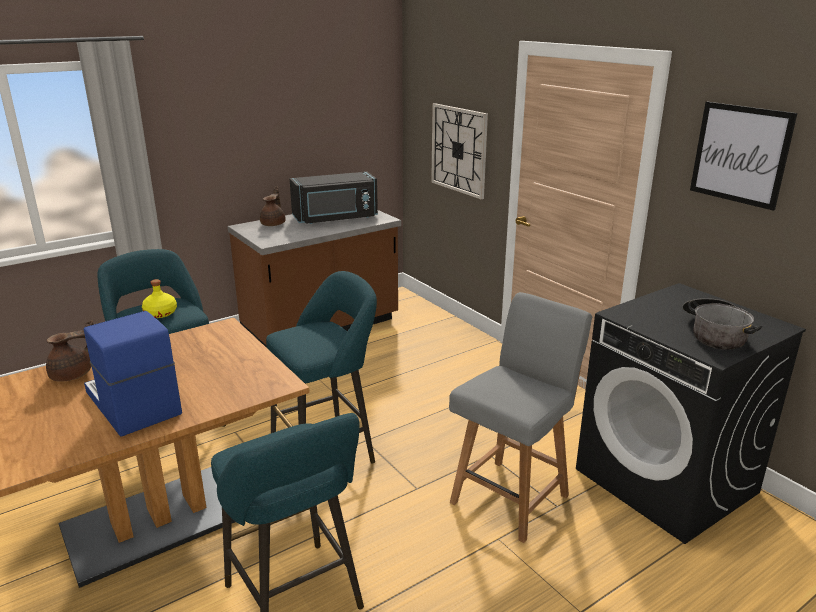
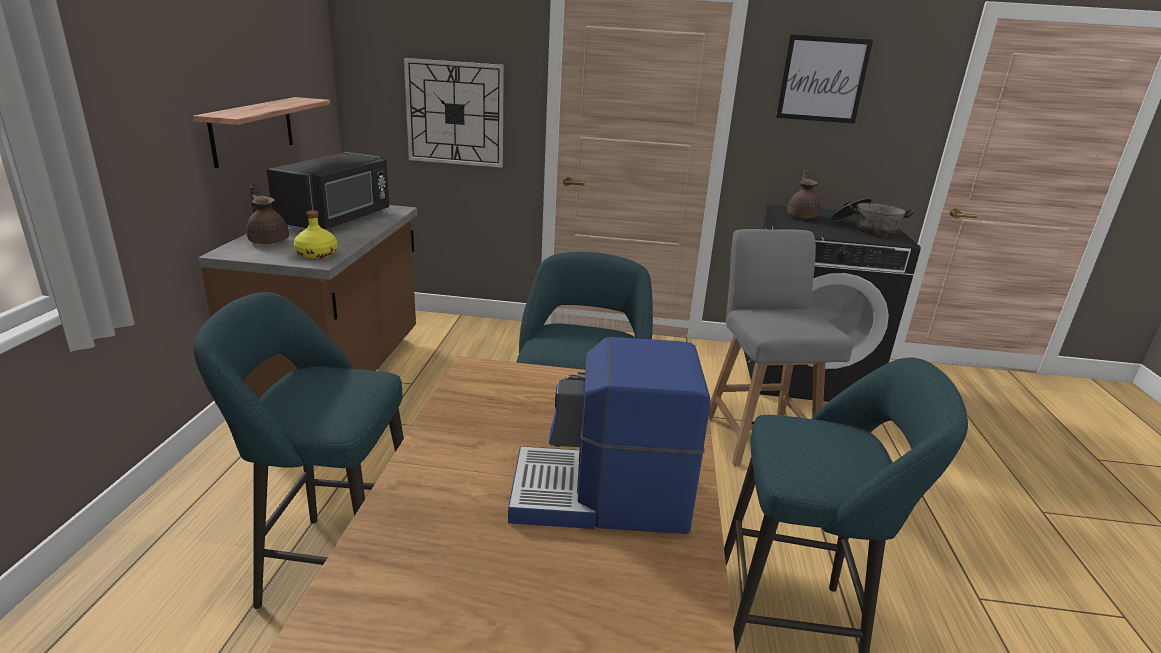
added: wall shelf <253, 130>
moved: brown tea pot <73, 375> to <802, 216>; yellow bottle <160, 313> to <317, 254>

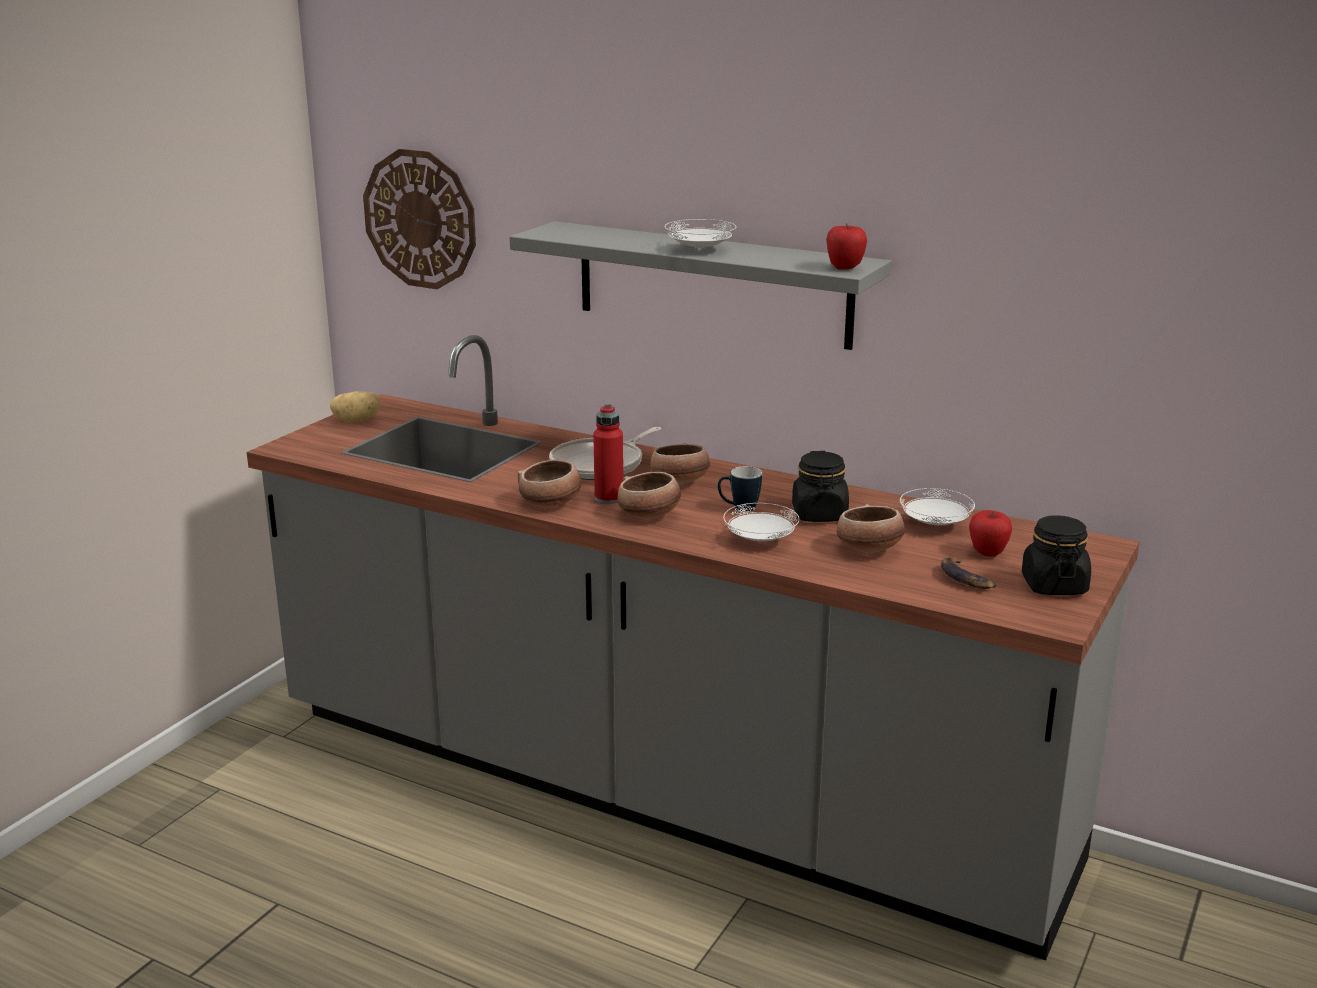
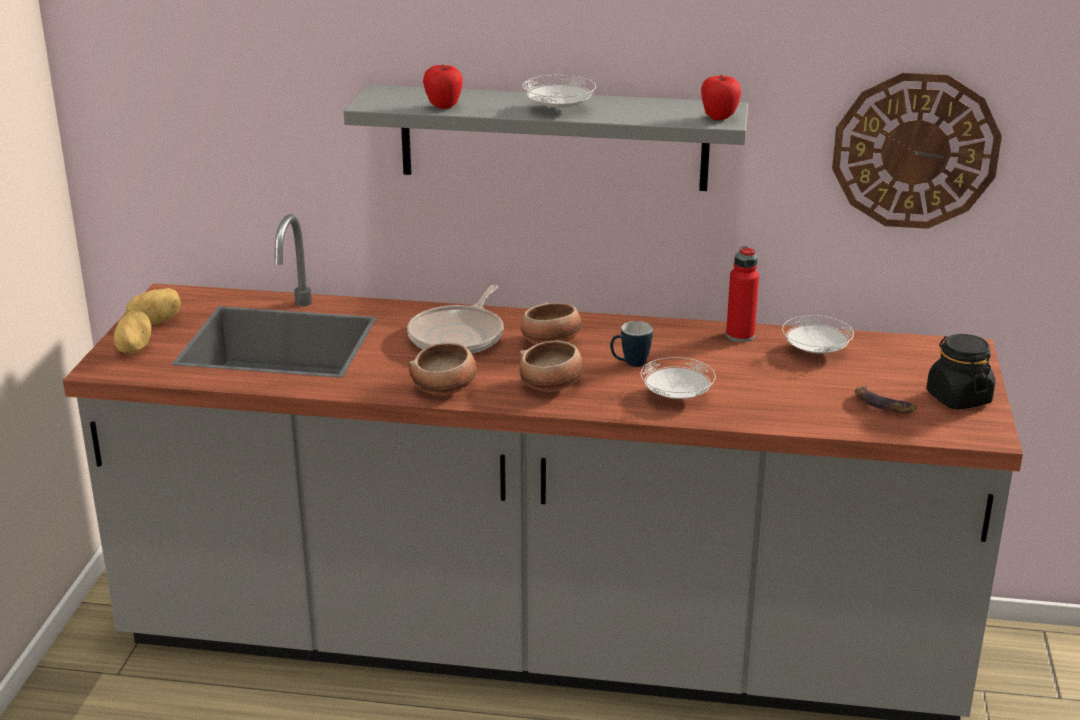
removed: black-coloured storage jar <819, 514>; bowl <869, 549>
added: spud <132, 348>
moved: hanging clock <420, 219> to <915, 151>; red-coloured bottle <609, 498> to <740, 336>; whole apple <987, 553> to <443, 107>

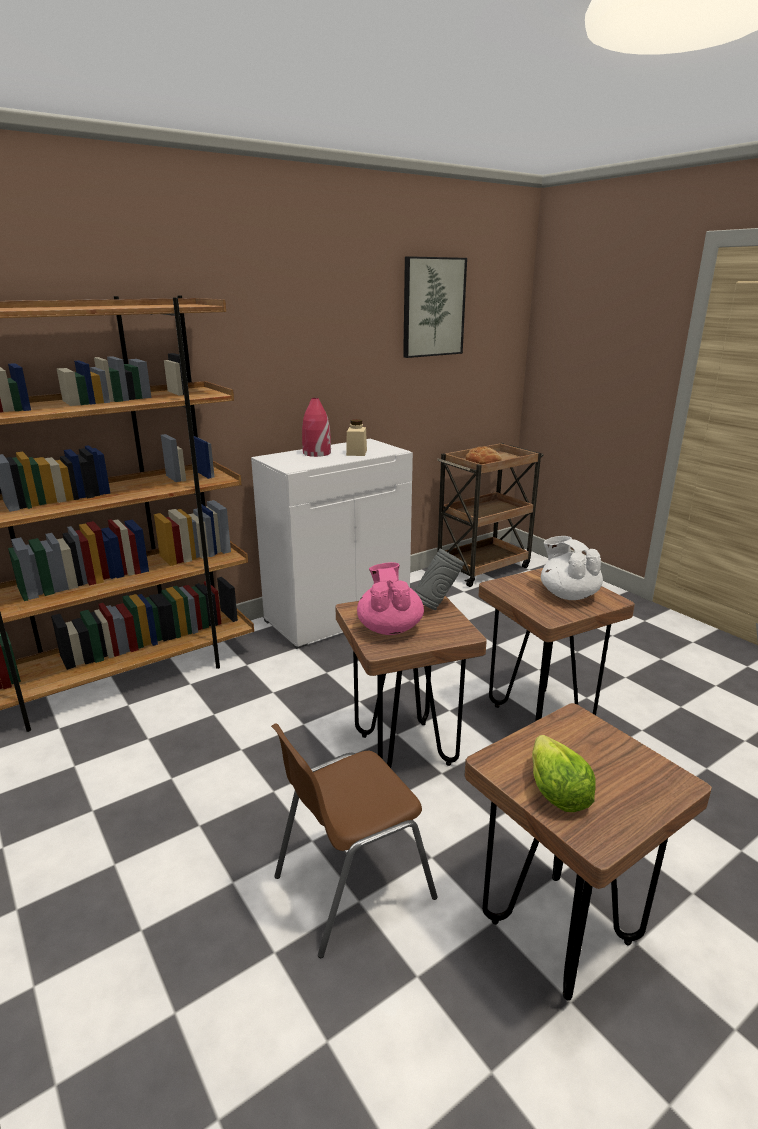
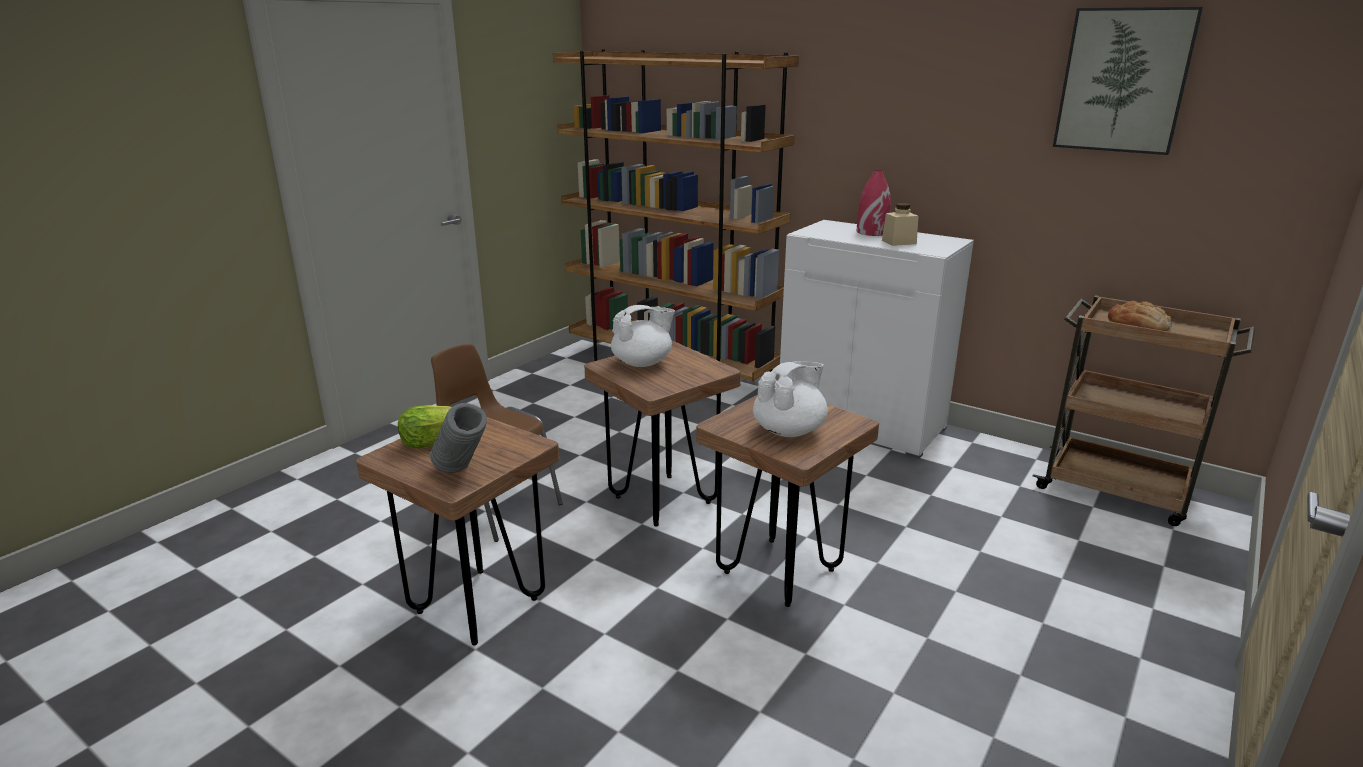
moved: grey decorative vase <436, 606> to <462, 473>
recoloured: pinkish tea pot <389, 628> to white tea pot <643, 363>

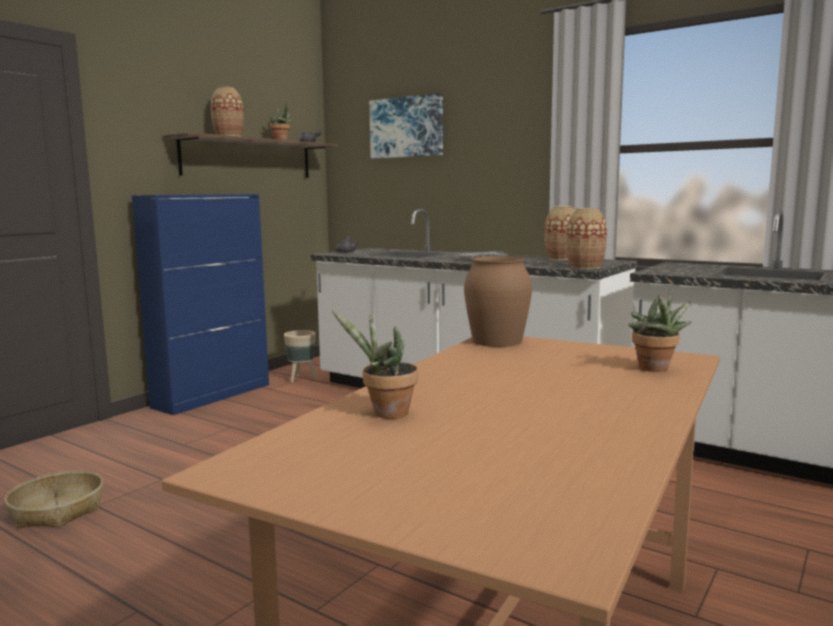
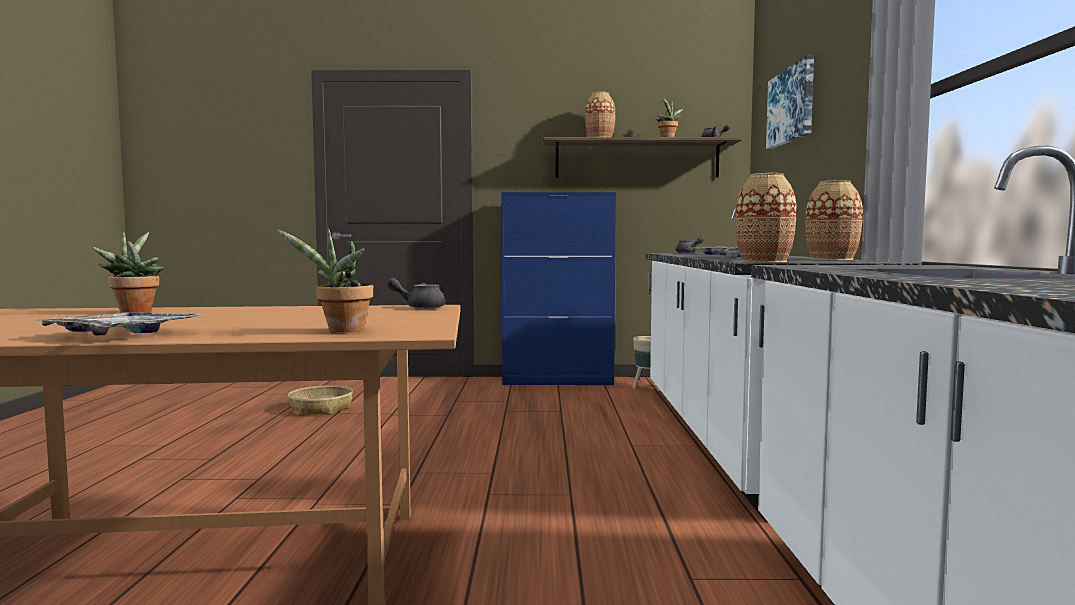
added: tray <123, 334>
replaced: brown decorative vase <497, 341> to grey tea pot <419, 307>

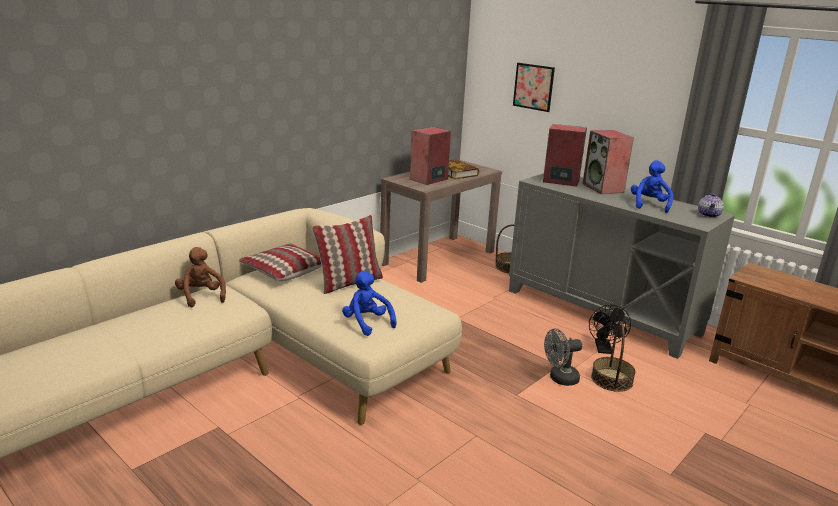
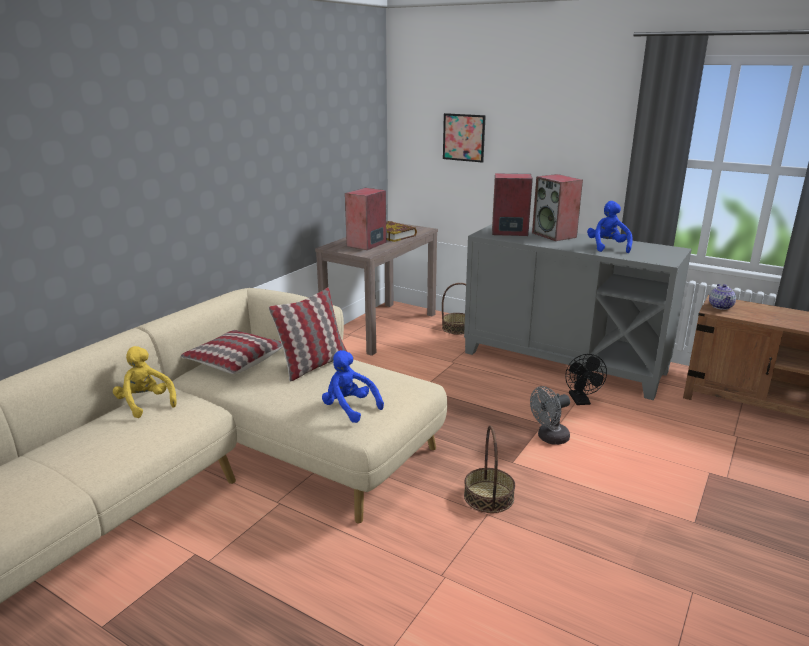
moved: basket <612, 380> to <489, 497>; tea pot <709, 215> to <720, 306>
recoloured: brown soft toy <201, 296> to yellow soft toy <146, 403>

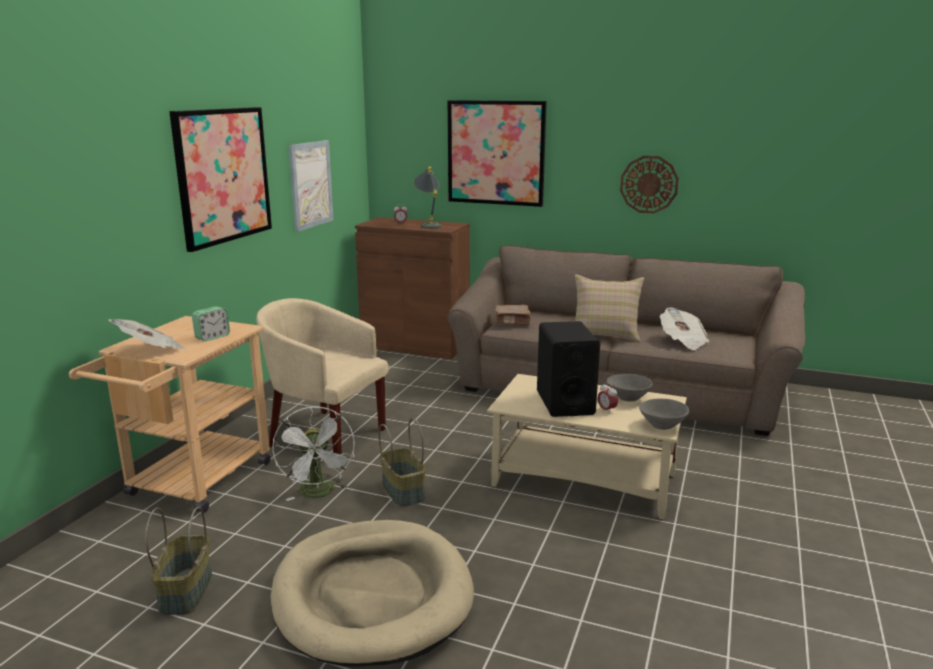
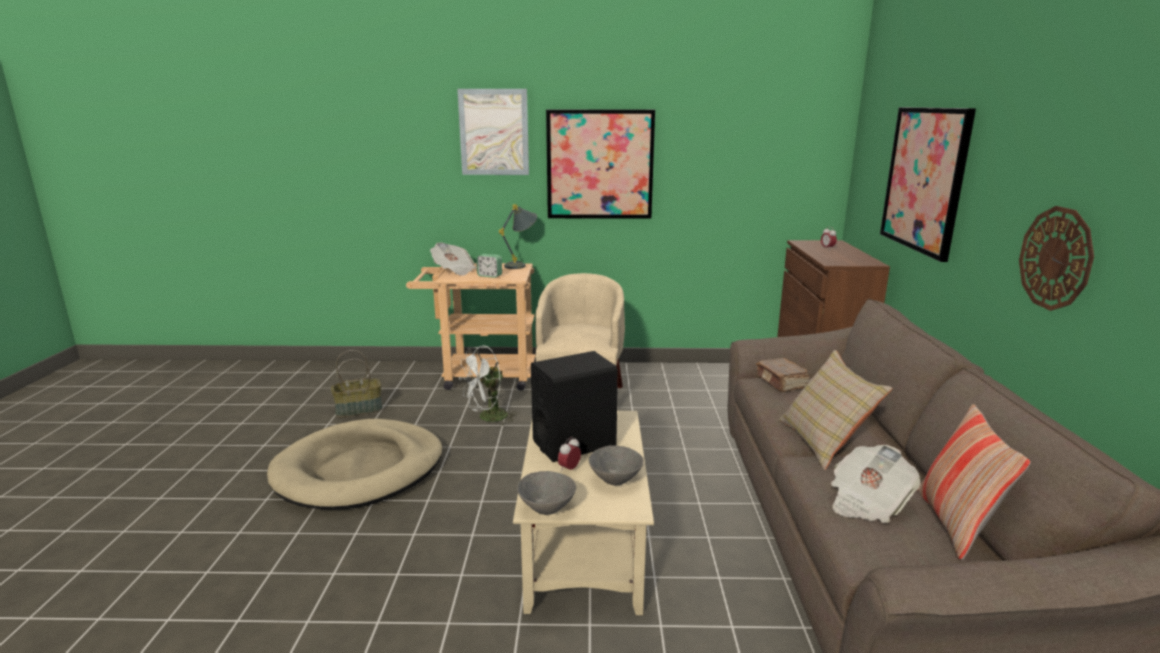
removed: basket <404, 491>
added: cushion <955, 524>
moved: picture <311, 184> to <494, 132>; grey lamp for a table <429, 225> to <521, 265>

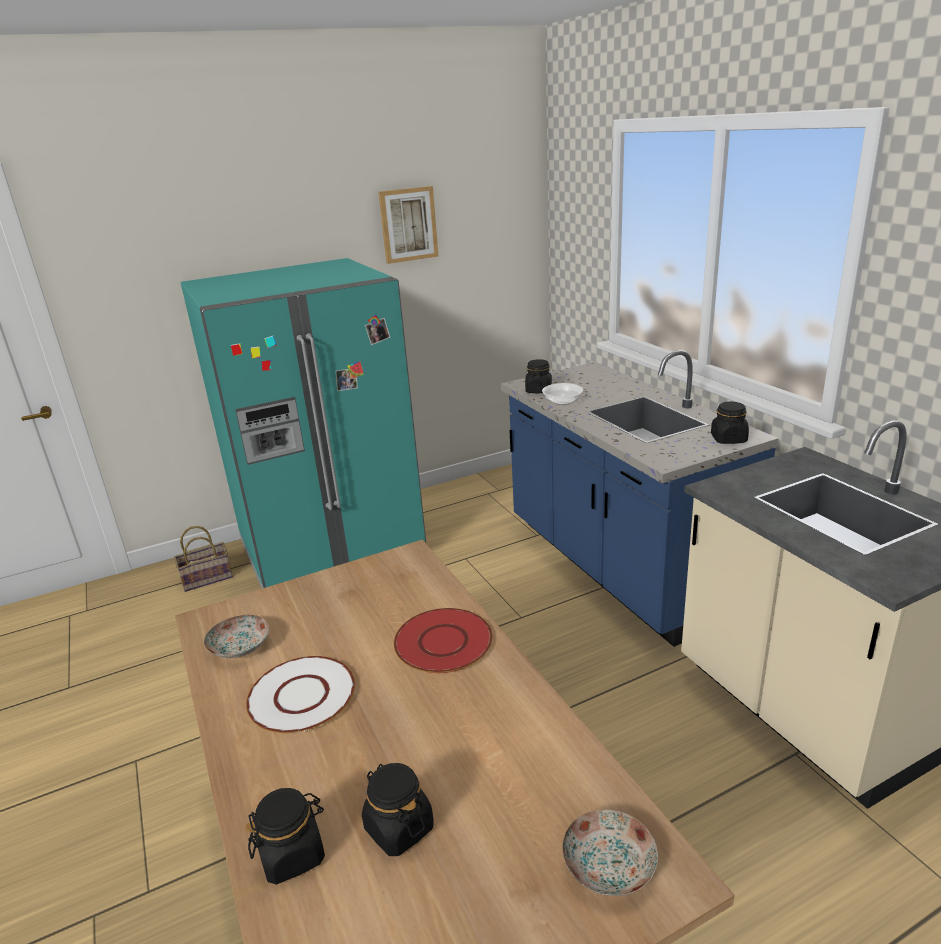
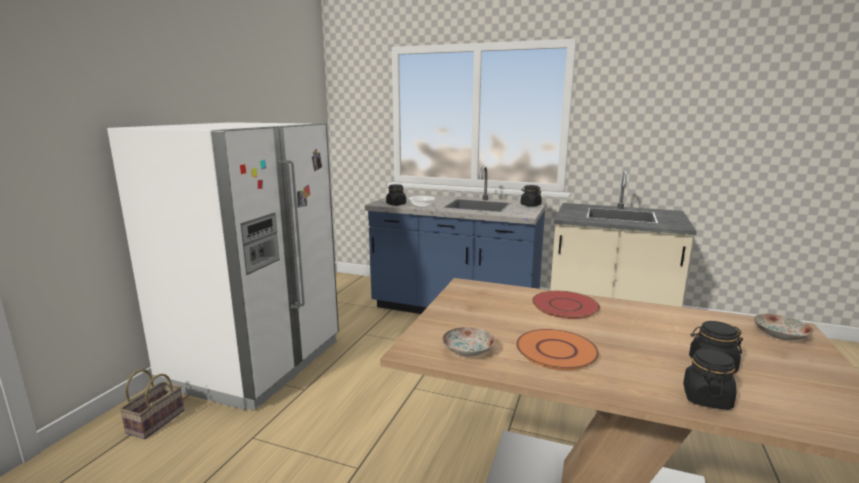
removed: picture <408, 224>
recoloured: turquoise-coloured refrigerator <331, 550> to white refrigerator <255, 362>; white flat dish <301, 696> to orangey flat dish <556, 351>

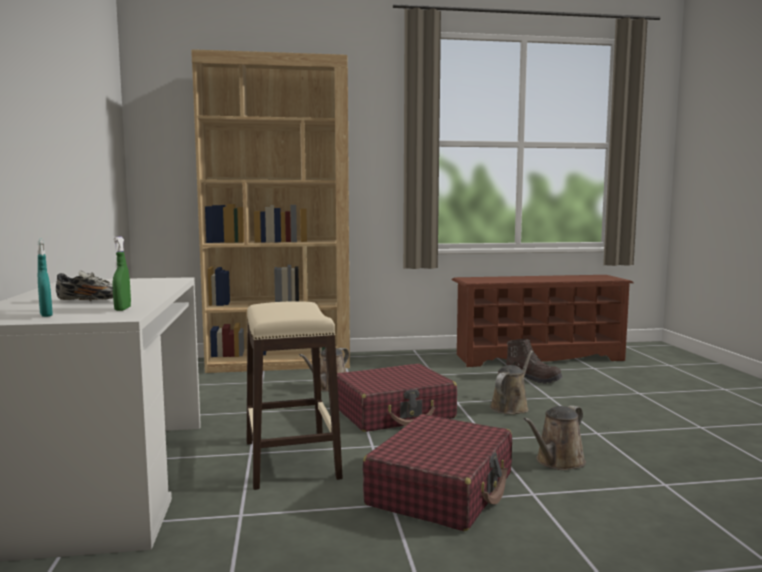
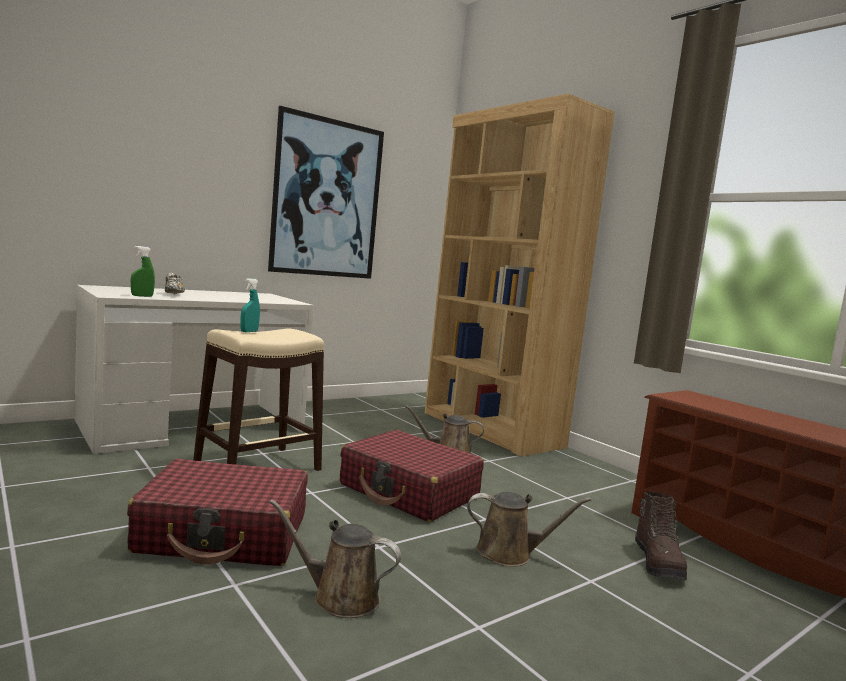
added: picture <327, 198>
moved: turquoise-coloured spray bottle <46, 315> to <249, 331>

